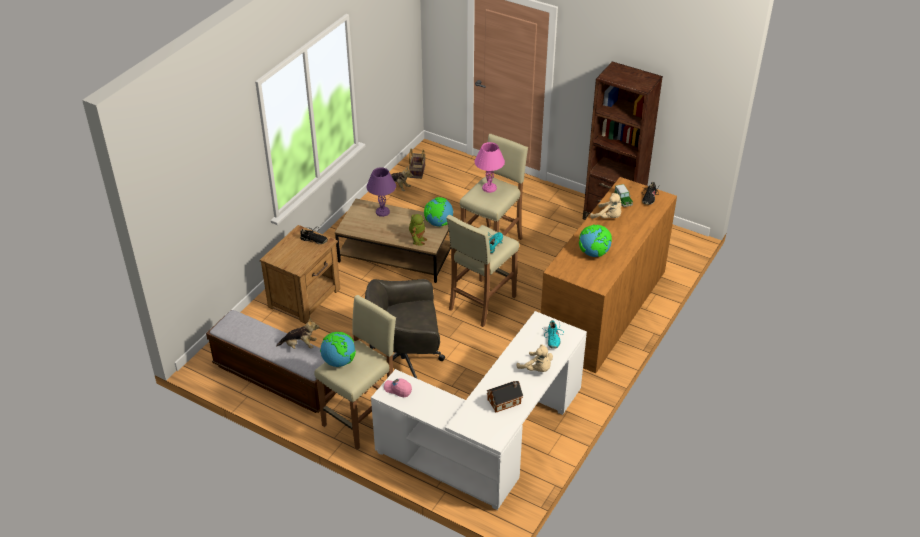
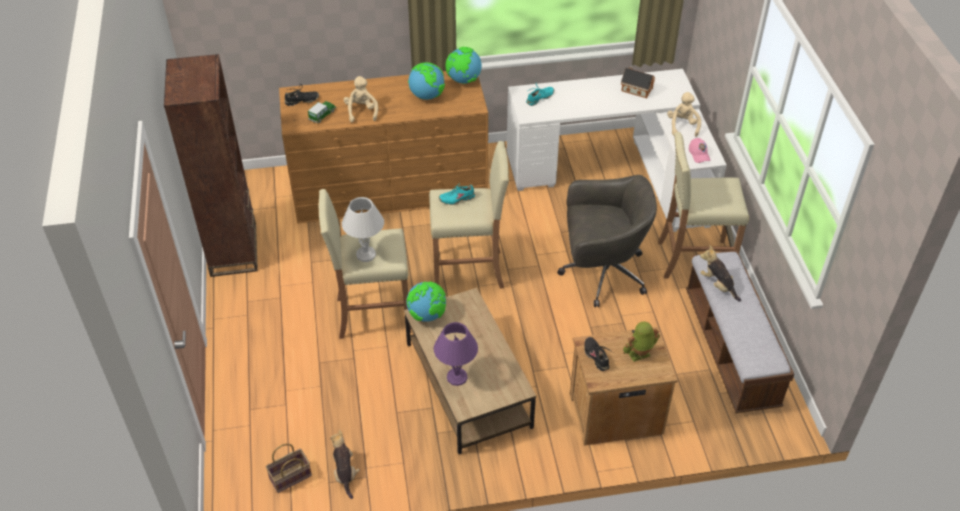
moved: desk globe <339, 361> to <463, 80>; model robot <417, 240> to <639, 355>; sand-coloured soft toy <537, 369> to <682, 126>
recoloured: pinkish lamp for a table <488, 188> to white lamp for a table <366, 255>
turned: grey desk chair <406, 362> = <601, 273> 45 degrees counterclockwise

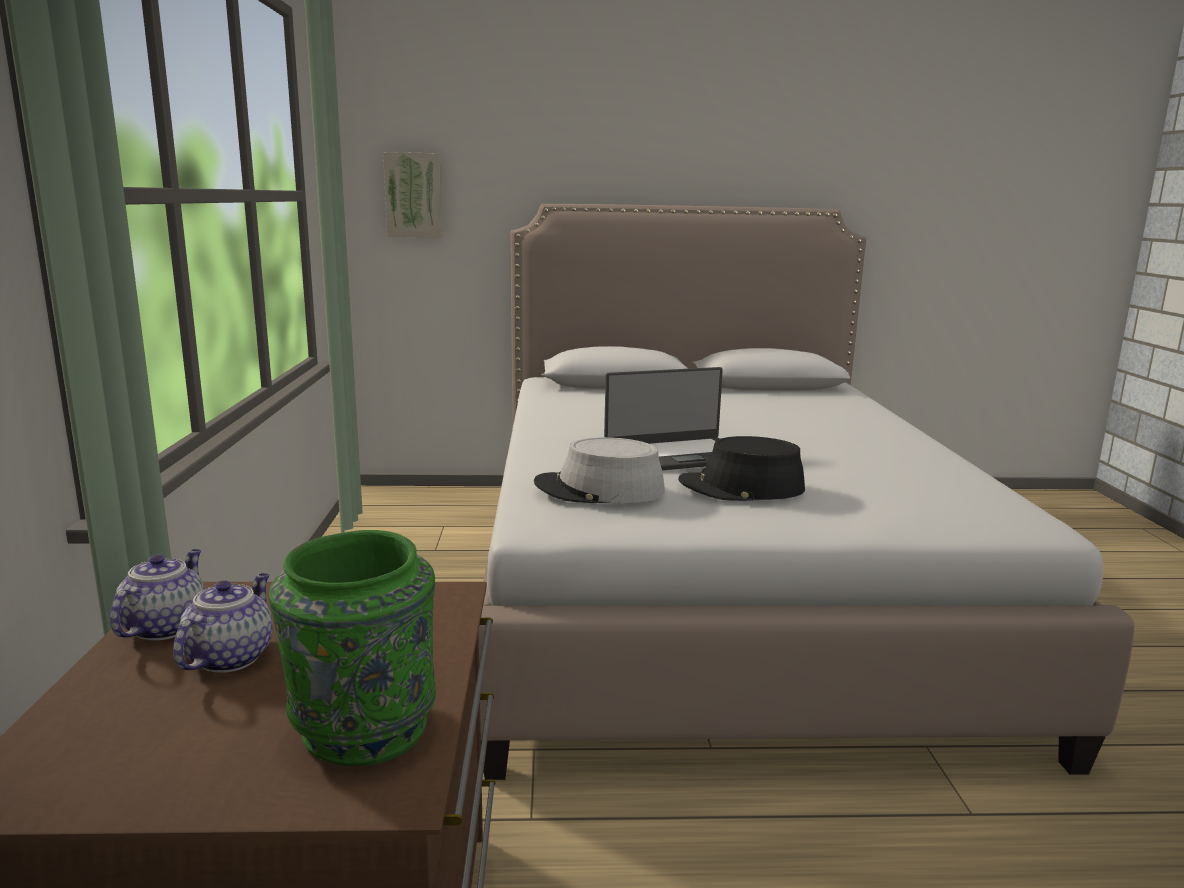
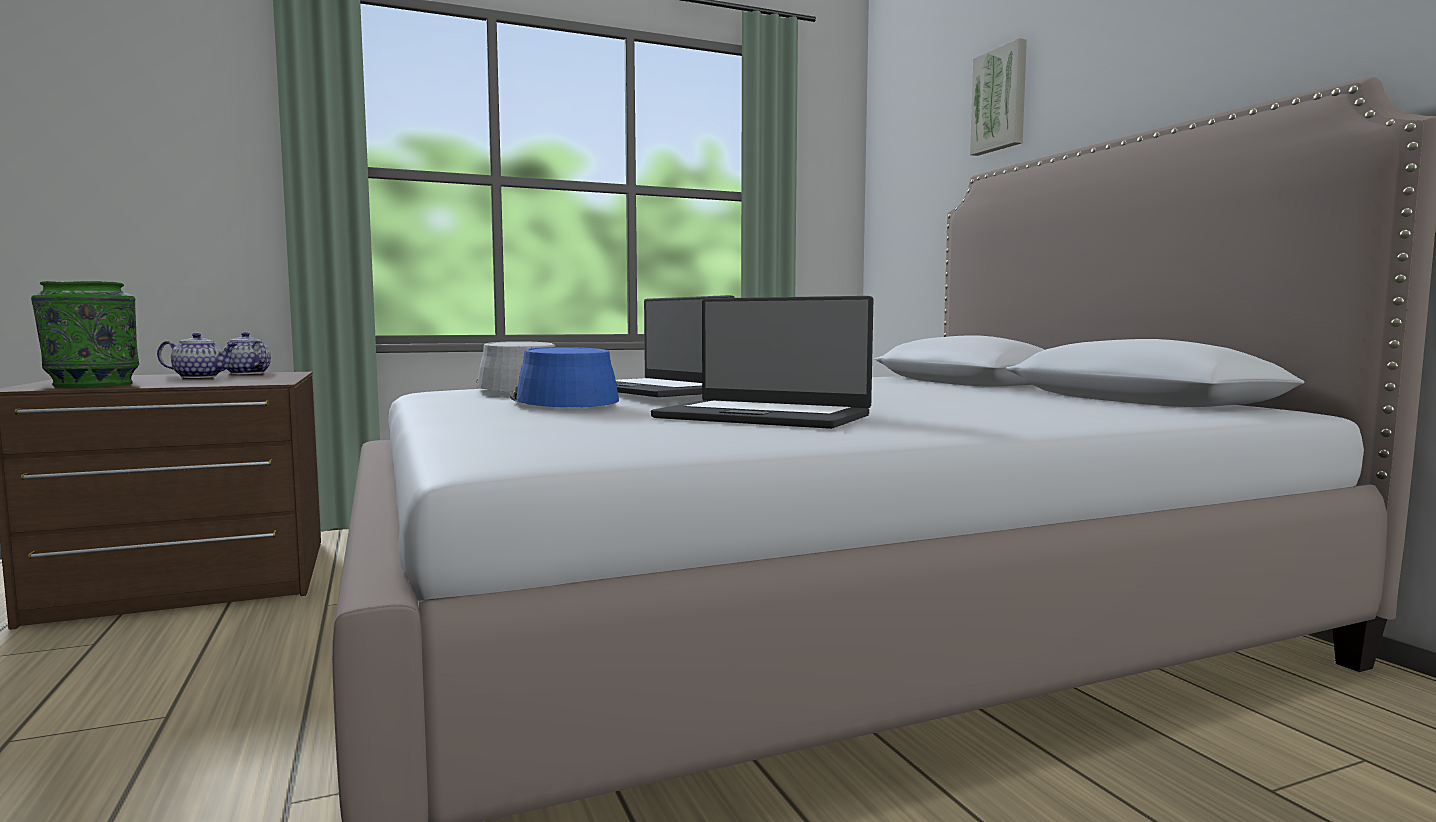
added: notebook computer <763, 416>
moved: picture <414, 195> to <1000, 100>
recoloured: black-coloured clothing hat <741, 487> to blue clothing hat <562, 400>
turned: tea pot <165, 626> = <246, 373> 135 degrees counterclockwise

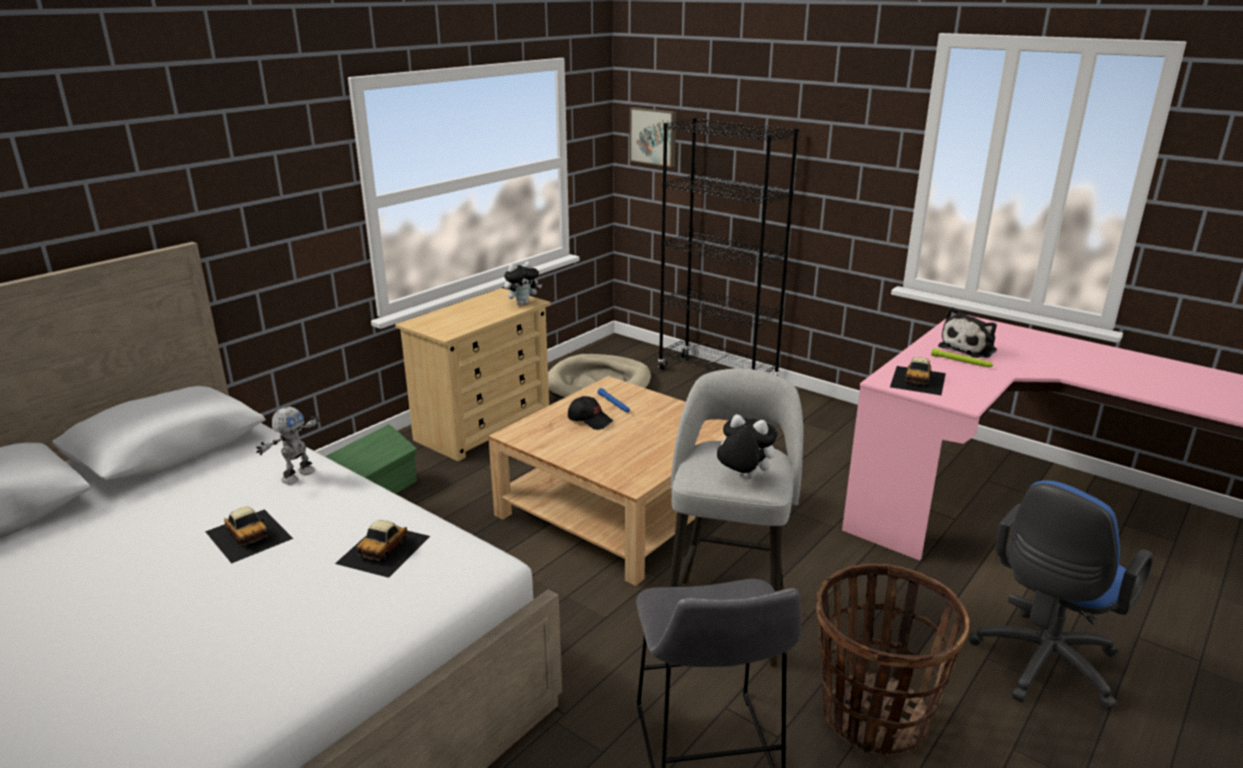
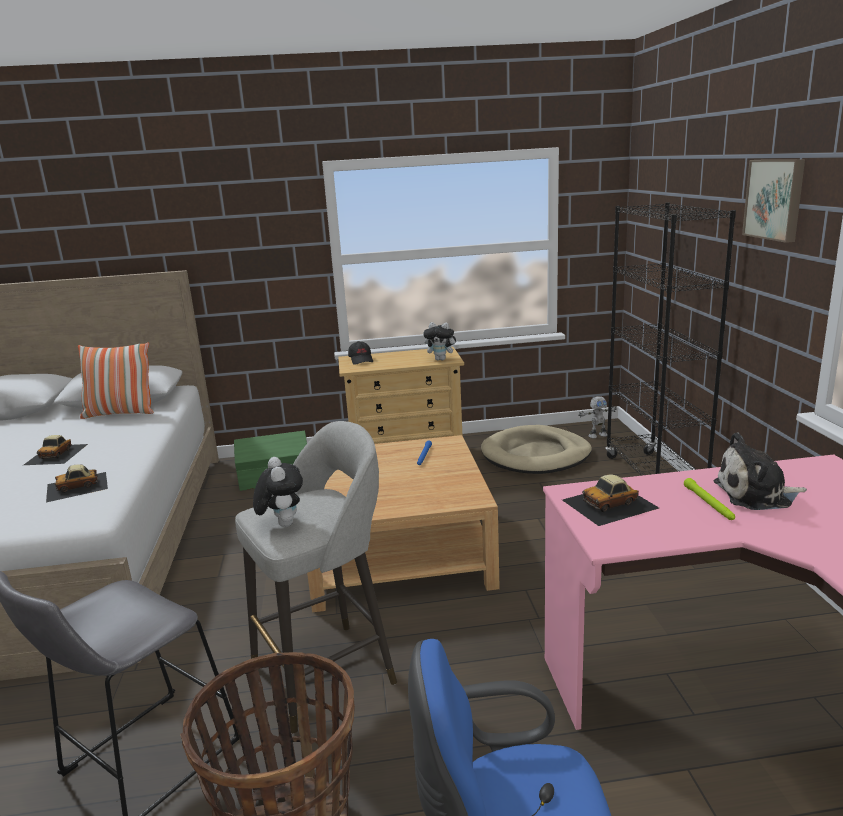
added: cushion <120, 413>
moved: model robot <297, 475> to <597, 435>; black-coloured baseball cap <590, 420> to <361, 360>; picture <654, 136> to <775, 199>

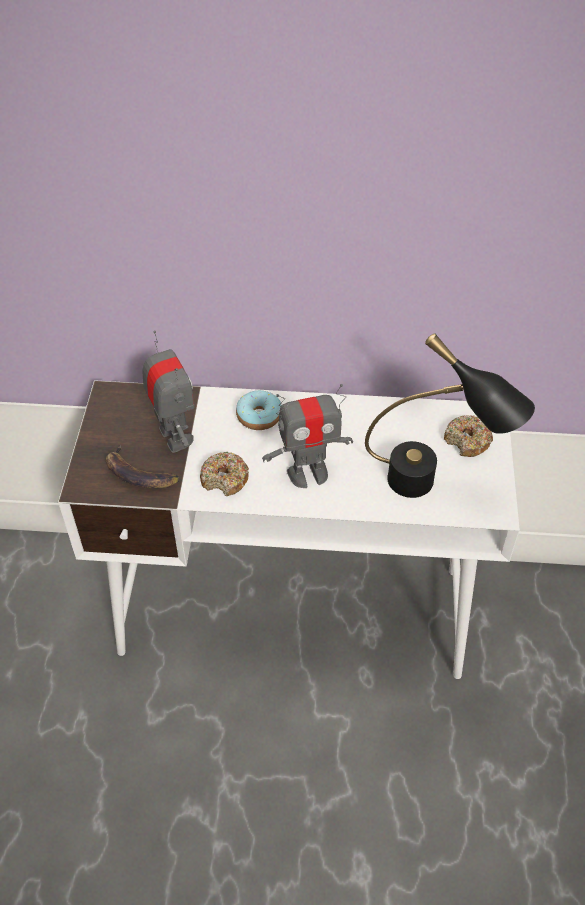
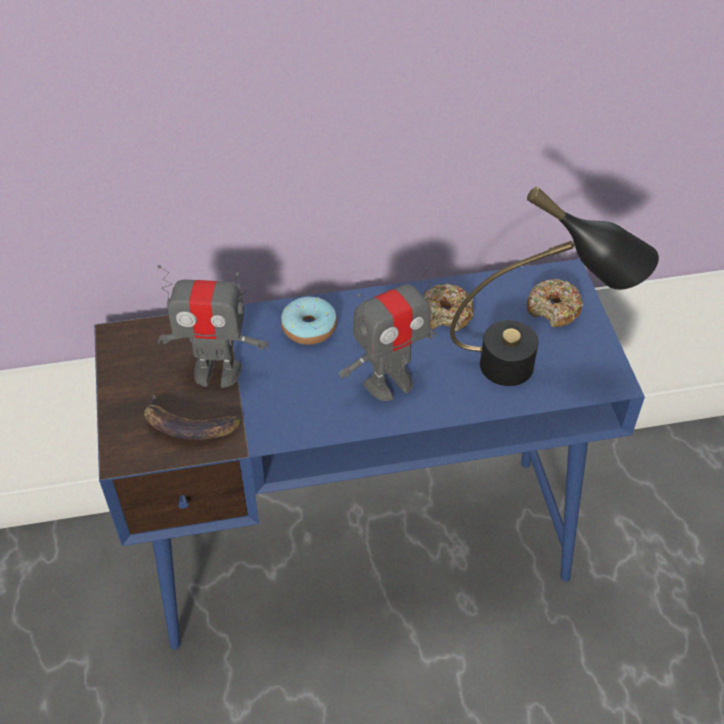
moved: doughnut <225, 479> to <446, 314>
recoloured: white desk unit <294, 610> to blue desk unit <363, 548>
turned: model robot <175, 436> = <217, 371> 135 degrees clockwise

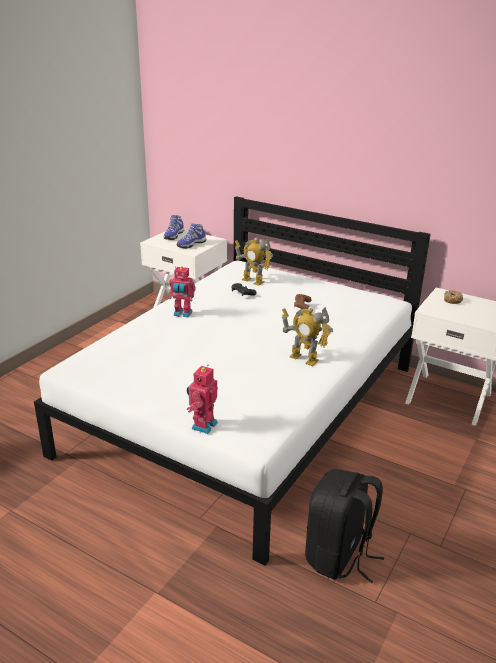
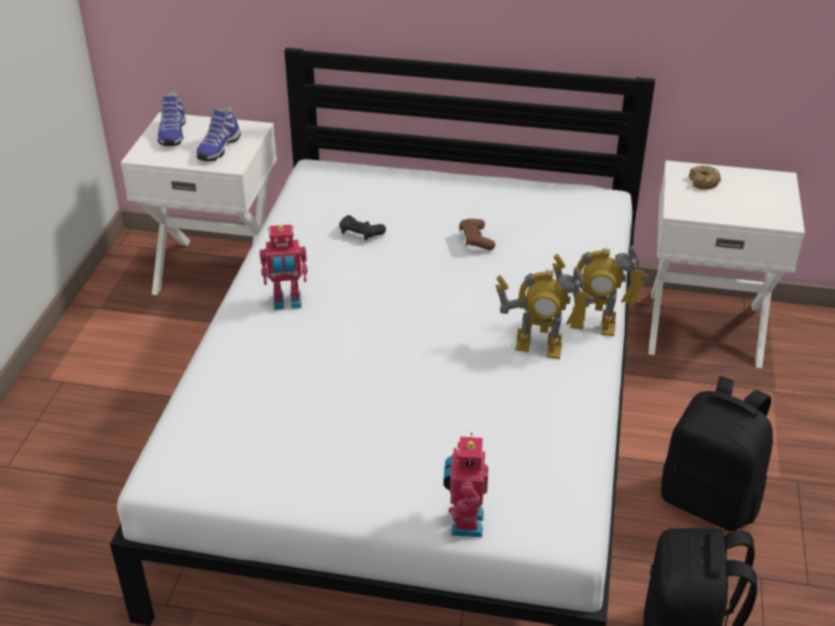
added: black-coloured knapsack <709, 500>
moved: model robot <252, 281> to <593, 325>

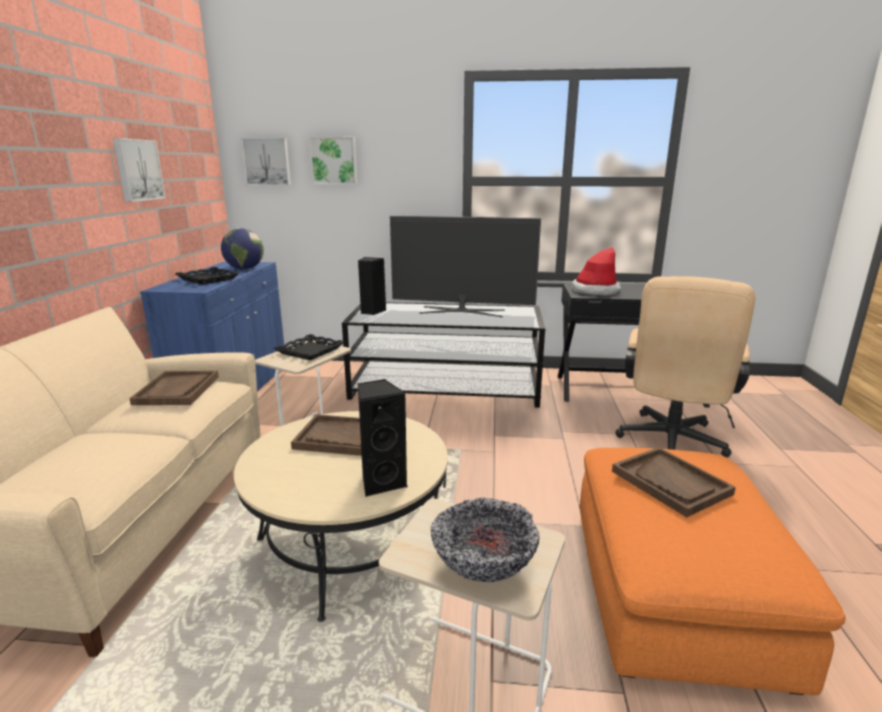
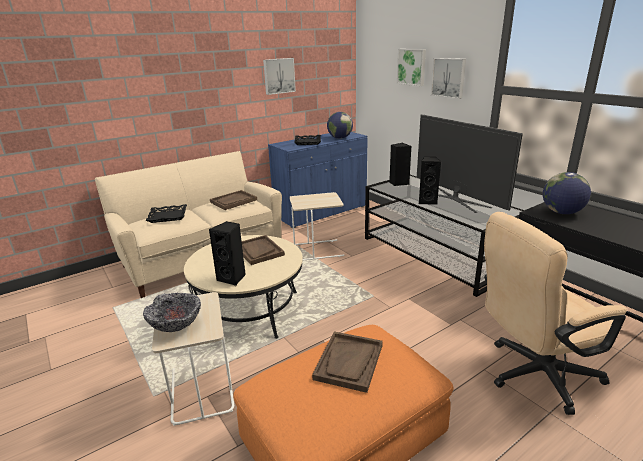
added: black-coloured loudspeaker <427, 201>
moved: picture <267, 162> to <449, 77>; black-coloured tray <310, 351> to <168, 216>
replaced: clothing hat <595, 291> to desk globe <562, 212>

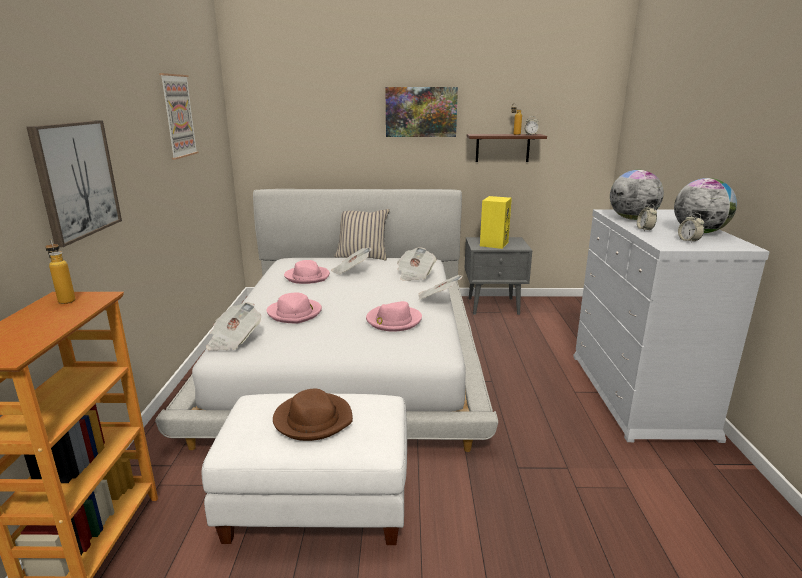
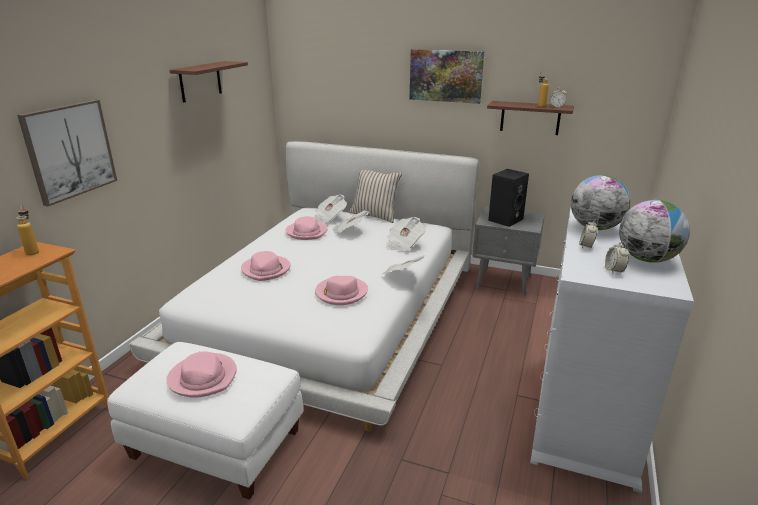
moved: printed paper <234, 341> to <328, 218>
replaced: picture <178, 116> to brown wall shelf <200, 81>
recoloured: brown clothing hat <313, 419> to pinkish clothing hat <203, 377>; yellow loudspeaker <493, 244> to black-coloured loudspeaker <505, 219>

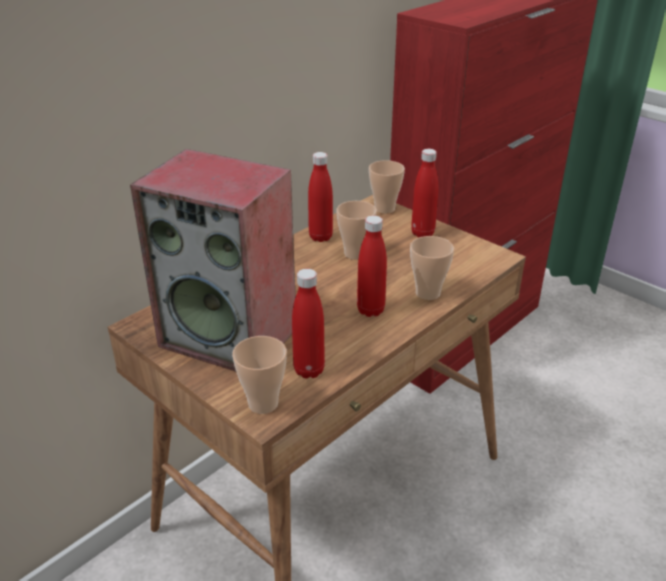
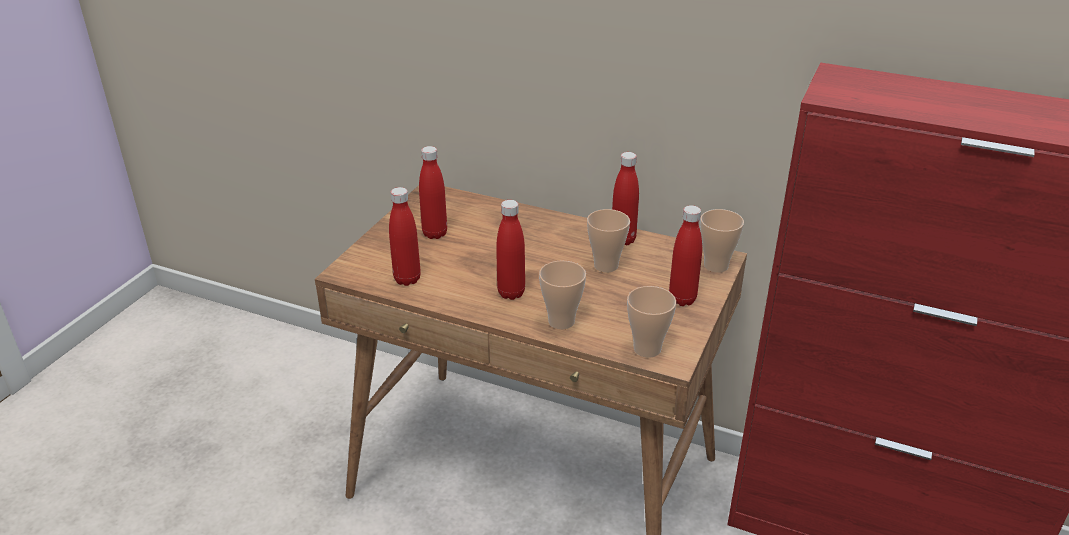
moved: cup <263, 404> to <647, 349>
replaced: loudspeaker <231, 336> to red-coloured bottle <435, 234>

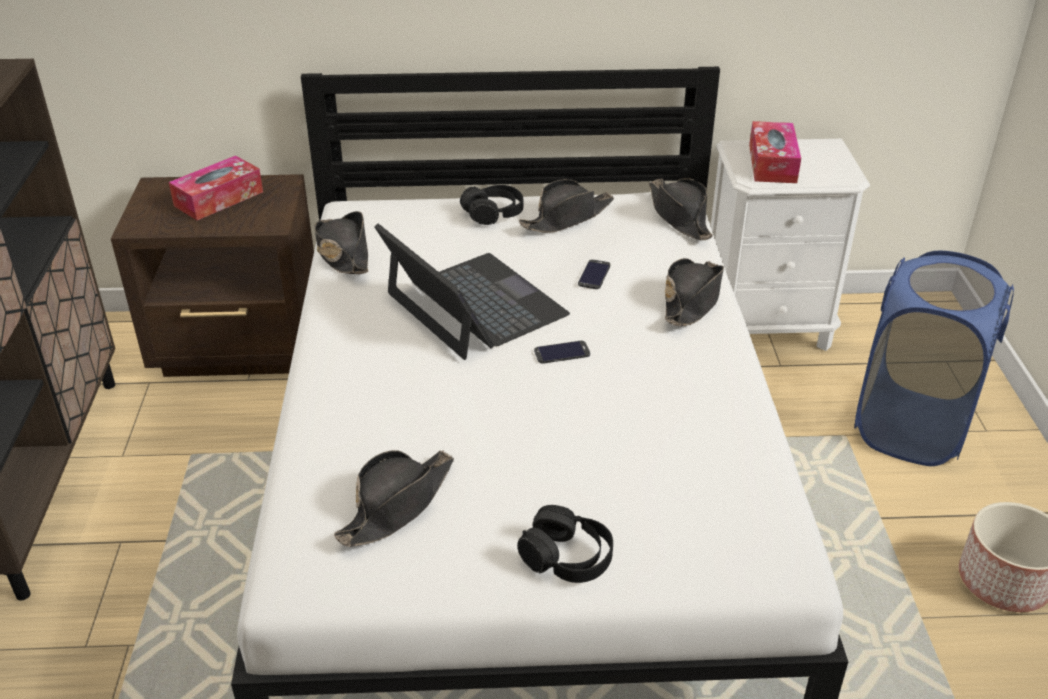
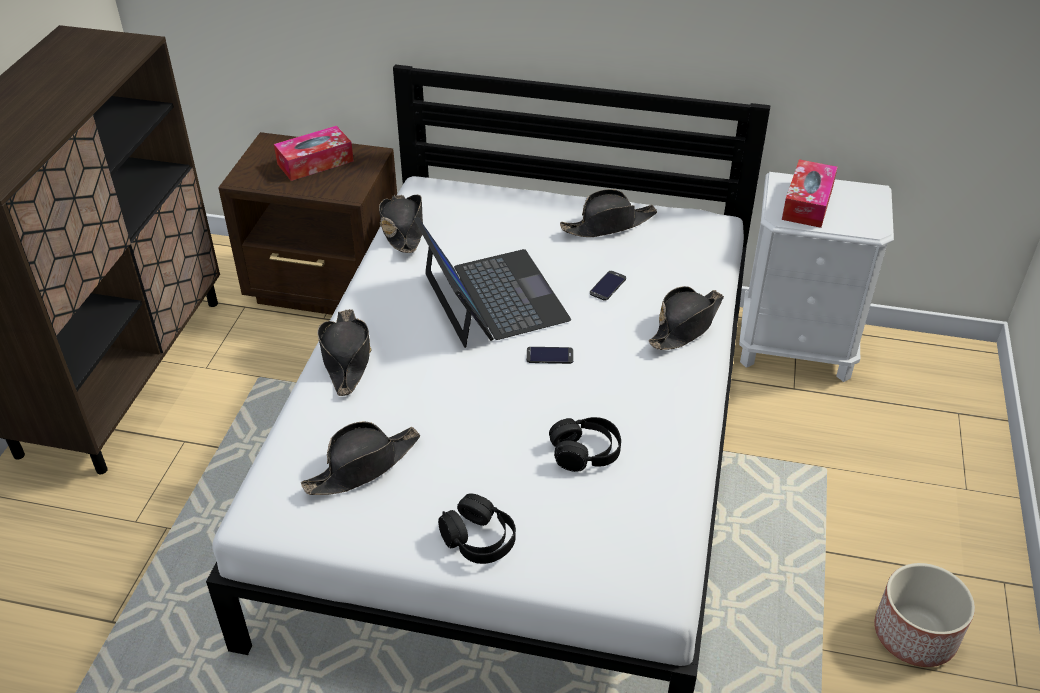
removed: blue laundry basket <911, 427>
moved: black-coloured pair of headphones <493, 213> to <585, 452>; black-coloured clothing hat <679, 216> to <346, 358>

